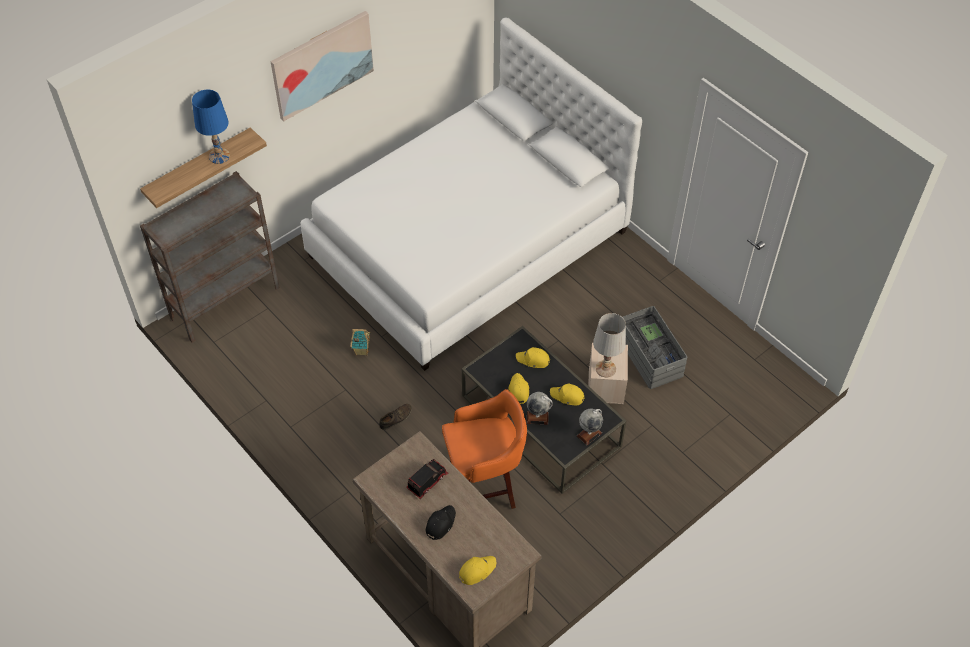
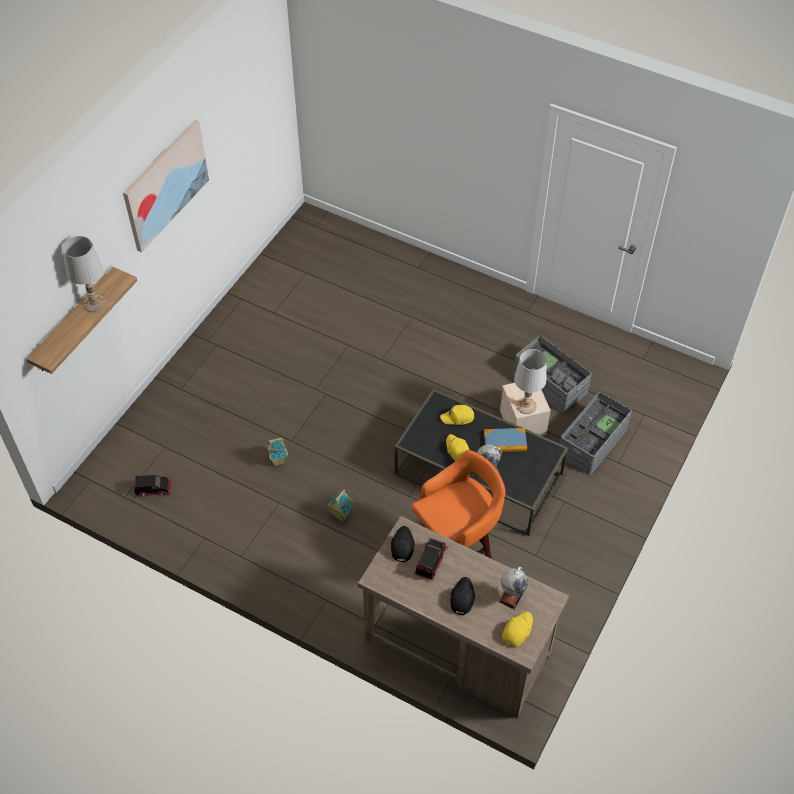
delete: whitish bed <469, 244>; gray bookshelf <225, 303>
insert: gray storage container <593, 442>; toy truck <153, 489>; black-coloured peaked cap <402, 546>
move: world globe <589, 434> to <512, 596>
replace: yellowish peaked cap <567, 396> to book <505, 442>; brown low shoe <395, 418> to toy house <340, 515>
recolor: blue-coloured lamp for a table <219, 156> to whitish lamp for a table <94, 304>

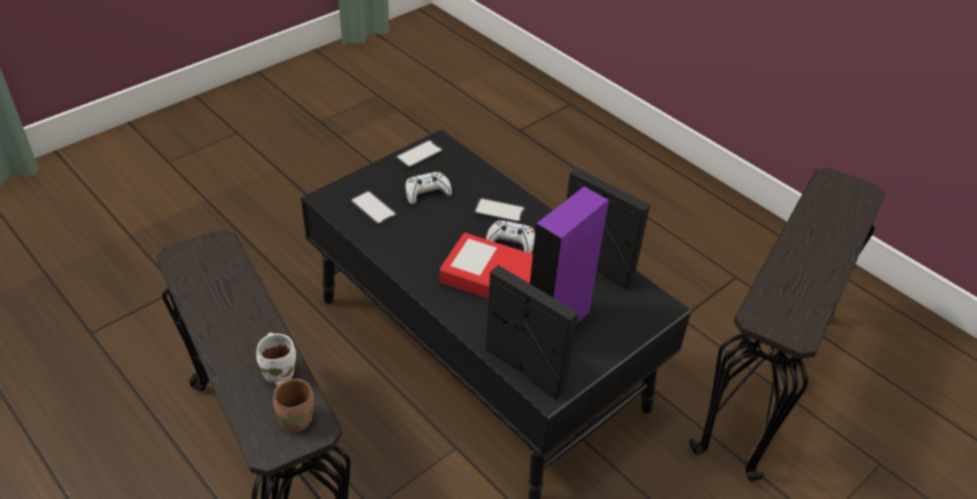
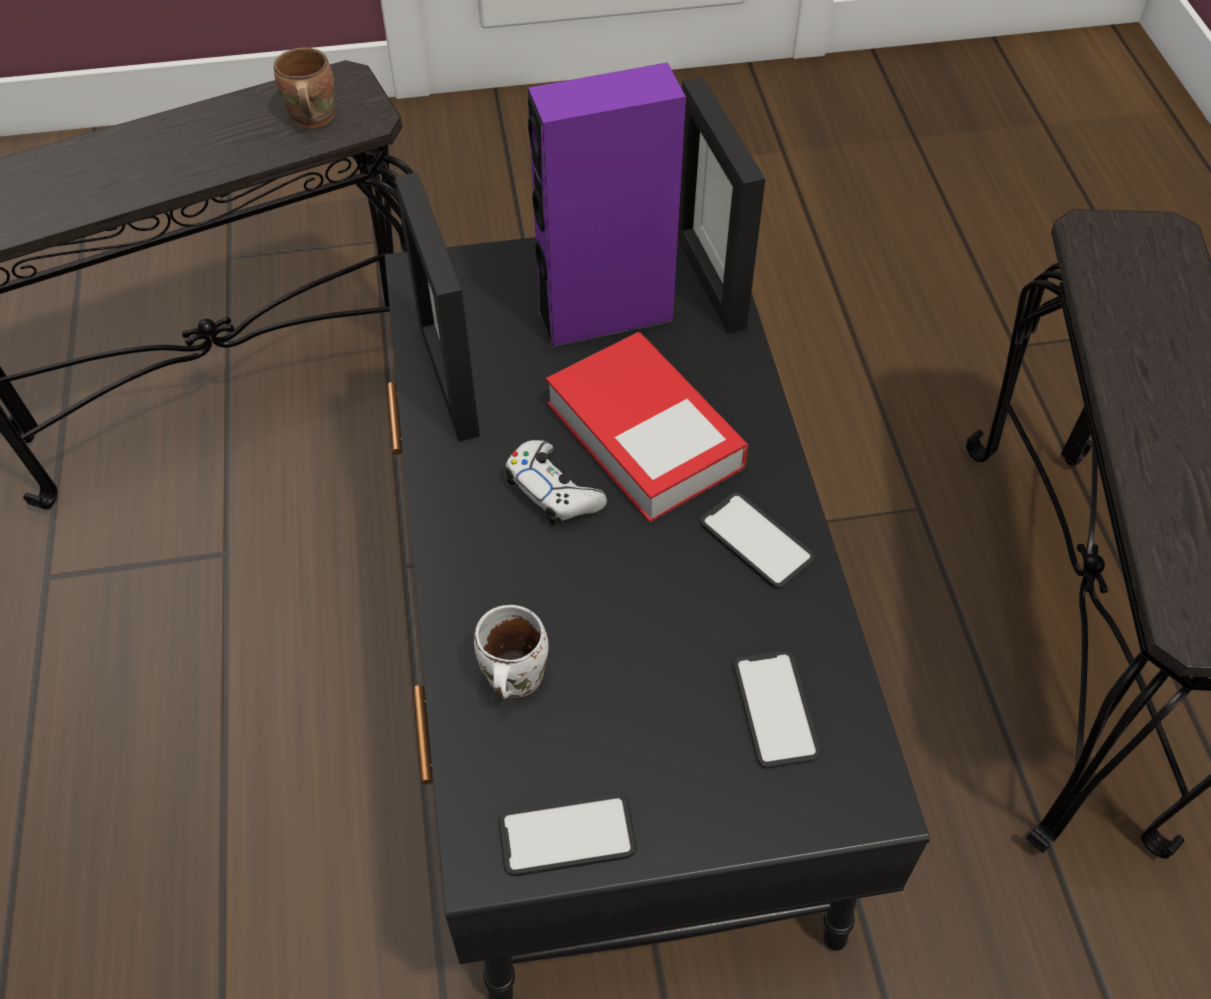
delete: whitish gamepad <427, 192>
move: phone <499, 211> to <756, 541>; whitish coffee mug <280, 371> to <510, 678>; brown coffee mug <296, 417> to <310, 119>

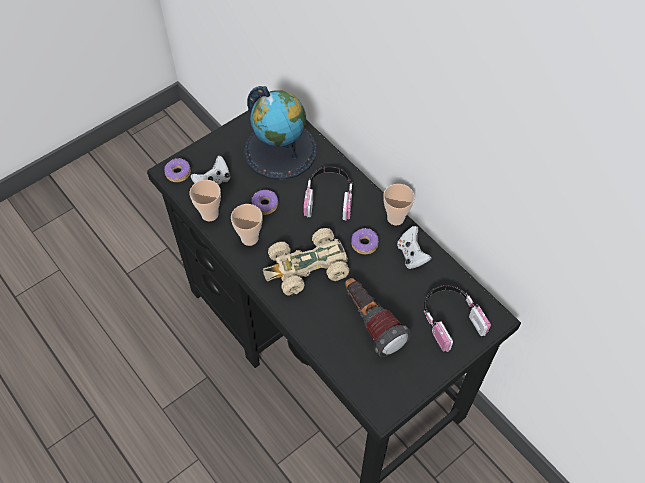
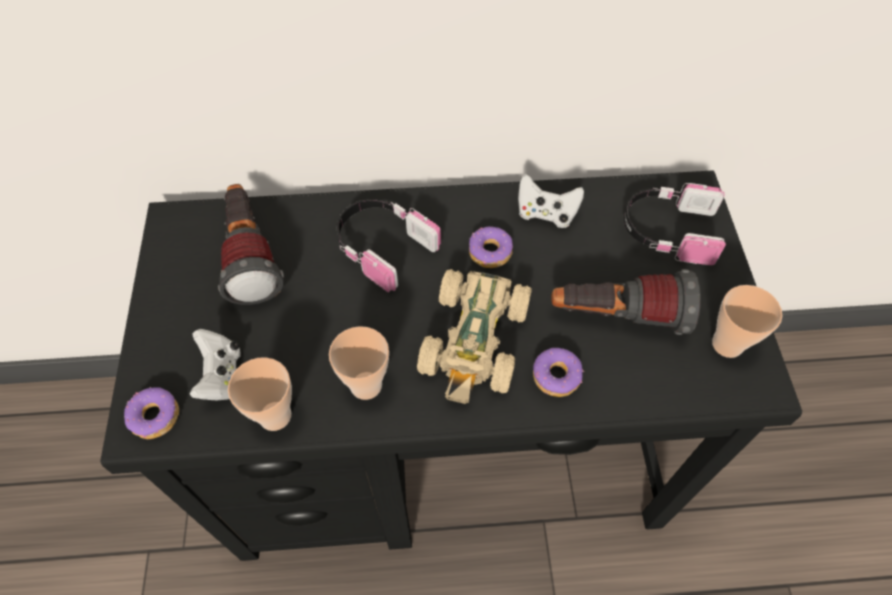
move: drinking cup <395, 218> to <727, 344>; donut <265, 205> to <556, 376>
replace: world globe <280, 150> to flashlight <251, 256>

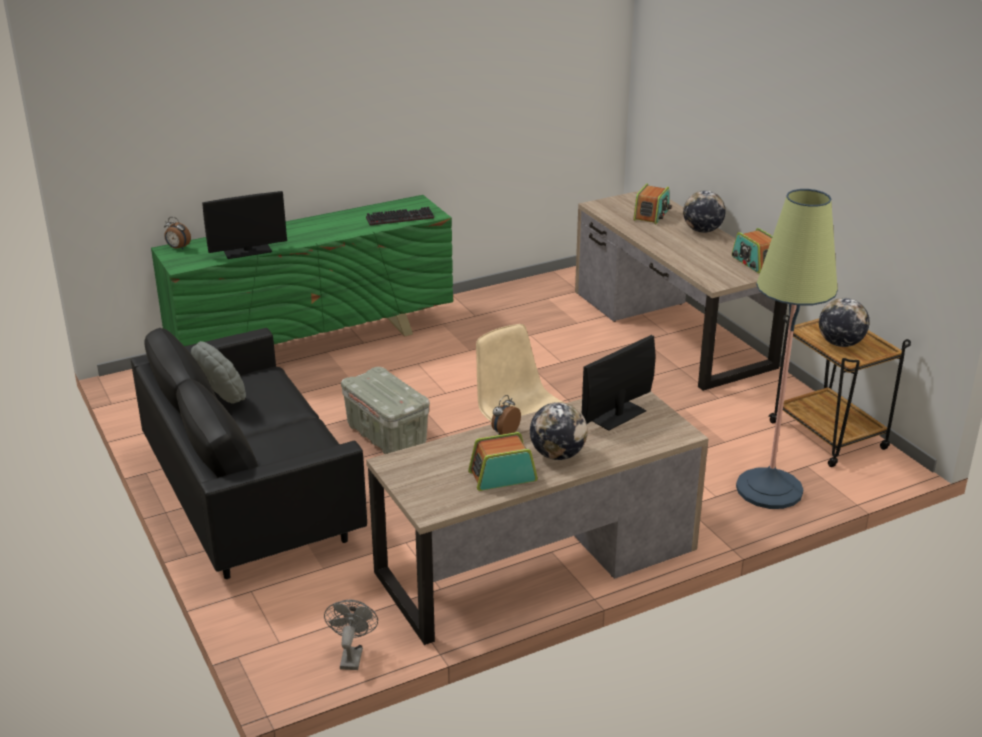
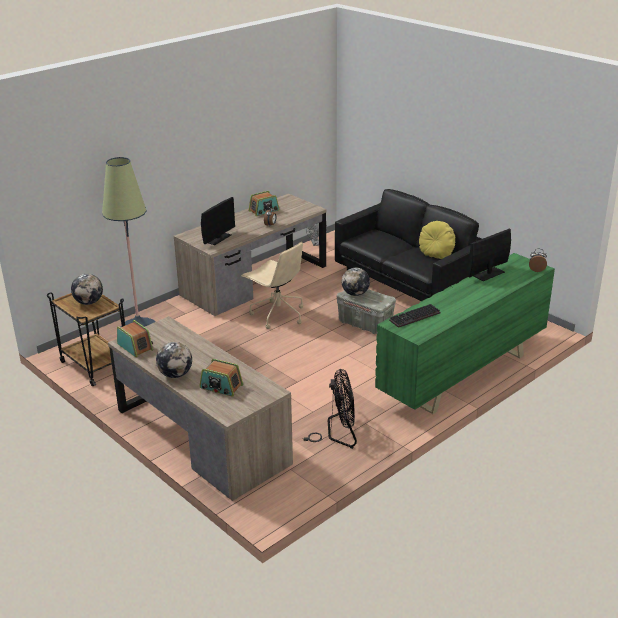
insert: black-coloured cooling fan <337, 430>
move: world globe <557, 455> to <355, 294>
recolor: gray pillow <221, 399> to yellowish pillow <436, 255>
rotate: radio receiver <651, 215> = <221, 387> 75 degrees counterclockwise

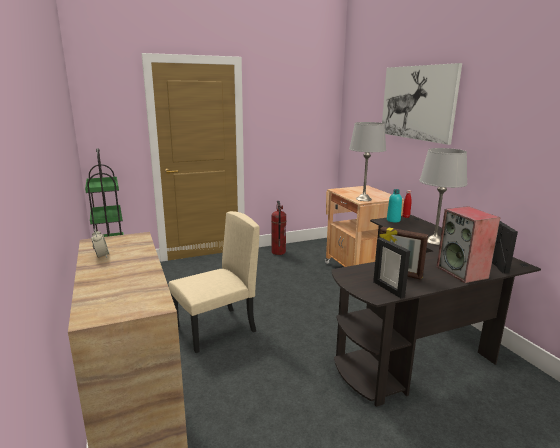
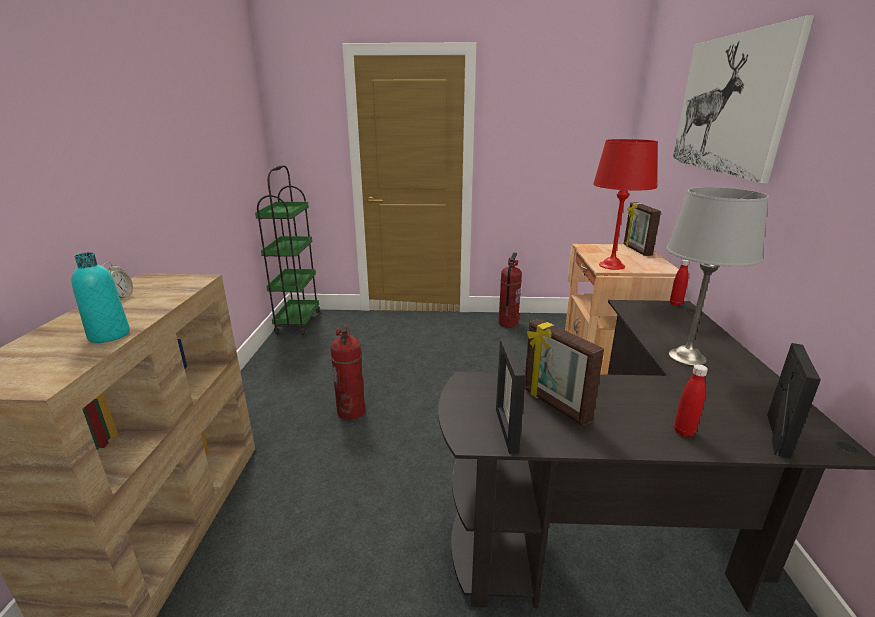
insert: picture frame <636, 250>
move: turquoise-coloured beverage bottle <393, 220> to <109, 335>
replace: speaker <463, 272> to red-coloured beverage bottle <684, 432>; beige plain chair <215, 329> to fire-fighting cylinder <351, 412>
recolor: gray lamp for a table <363, 199> to red-coloured lamp for a table <611, 265>

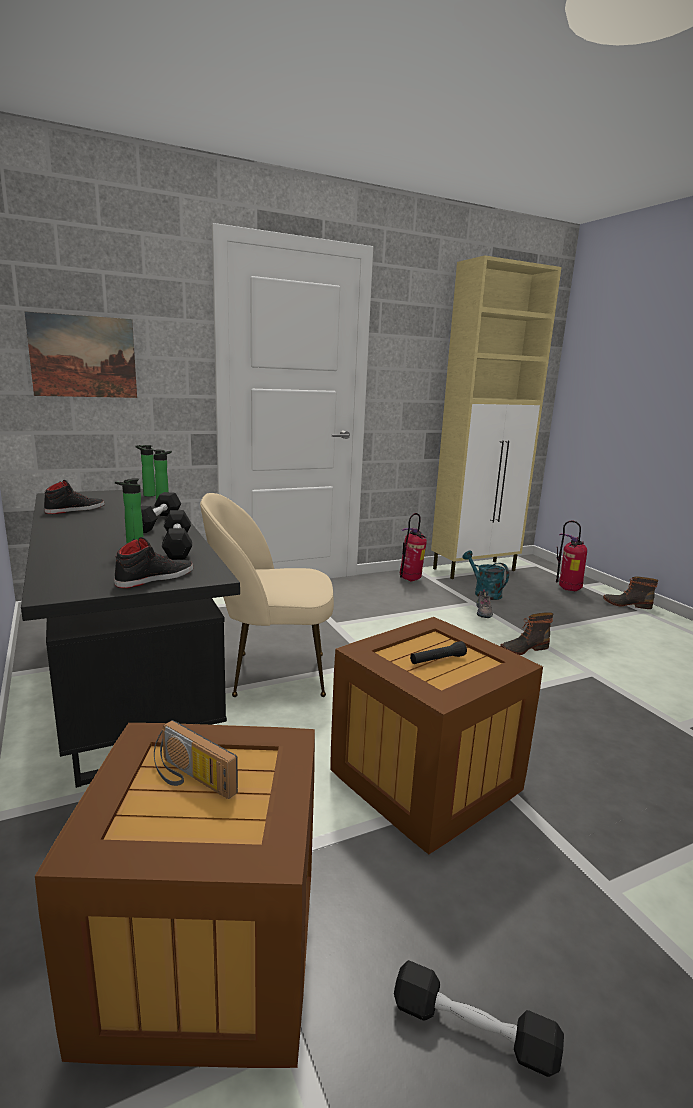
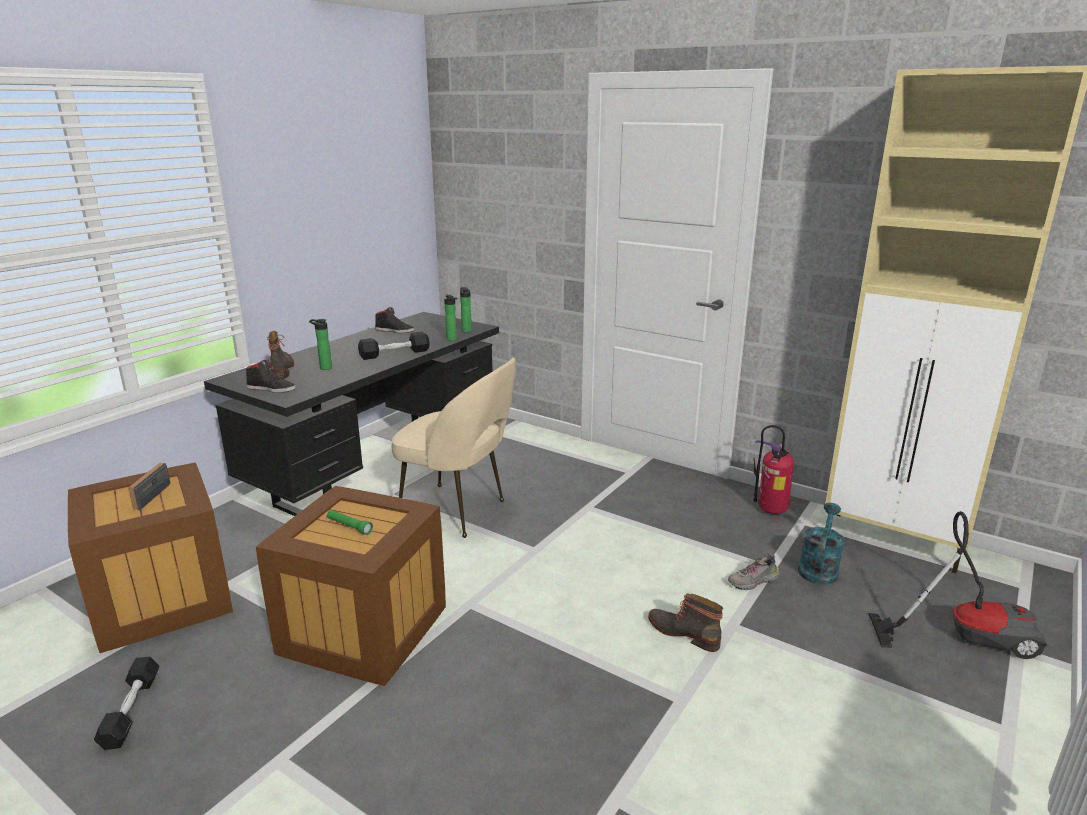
delete: picture <83, 356>; black-coloured dumbbell <177, 545>
move: boot <626, 604> to <282, 369>
replace: fire-fighting cylinder <567, 589> to hoover <965, 635>
recolor: black-coloured flashlight <437, 660> to greenish flashlight <349, 527>
rotate: beige plain chair <269, 674> = <459, 512> 150 degrees clockwise

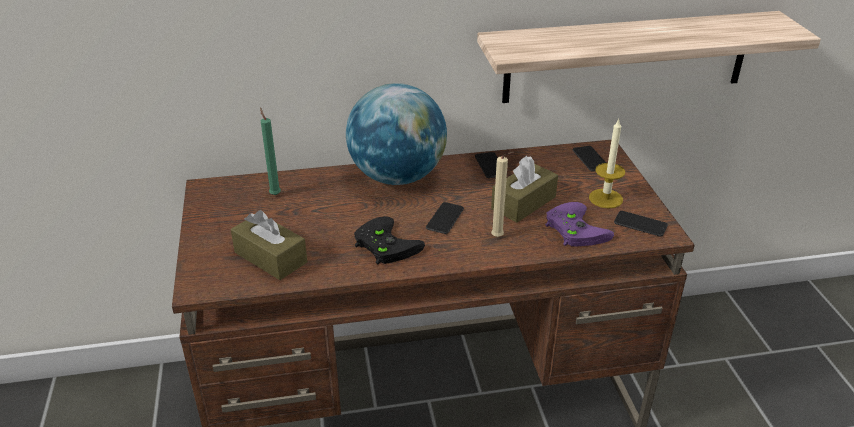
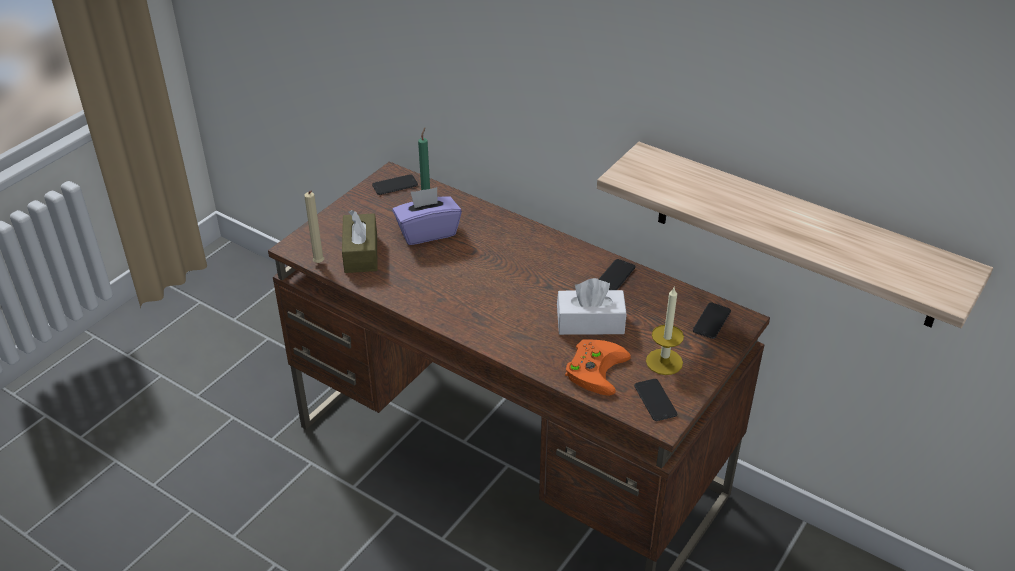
delete: world globe <397, 176>; black-coloured gamepad <383, 244>
insert: purple tissue holder <427, 232>
move: beige wax light <499, 237> to <319, 264>; phone <445, 218> to <395, 185>
recolor: brown tissue holder <523, 203> to whitish tissue holder <590, 323>; purple gamepad <573, 228> to orange gamepad <594, 367>

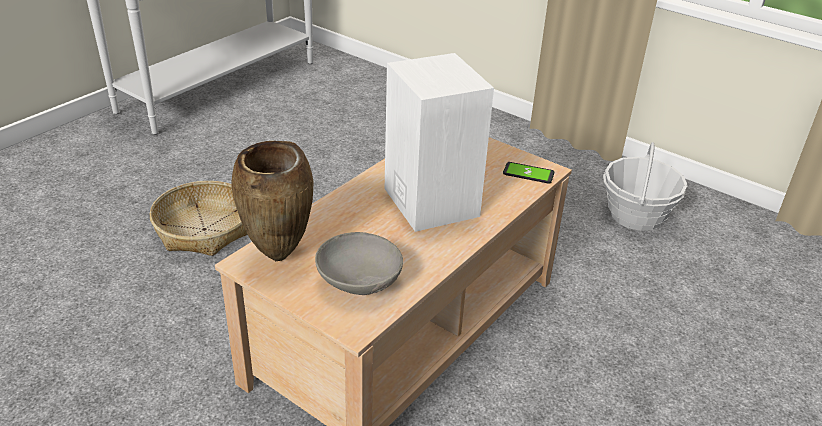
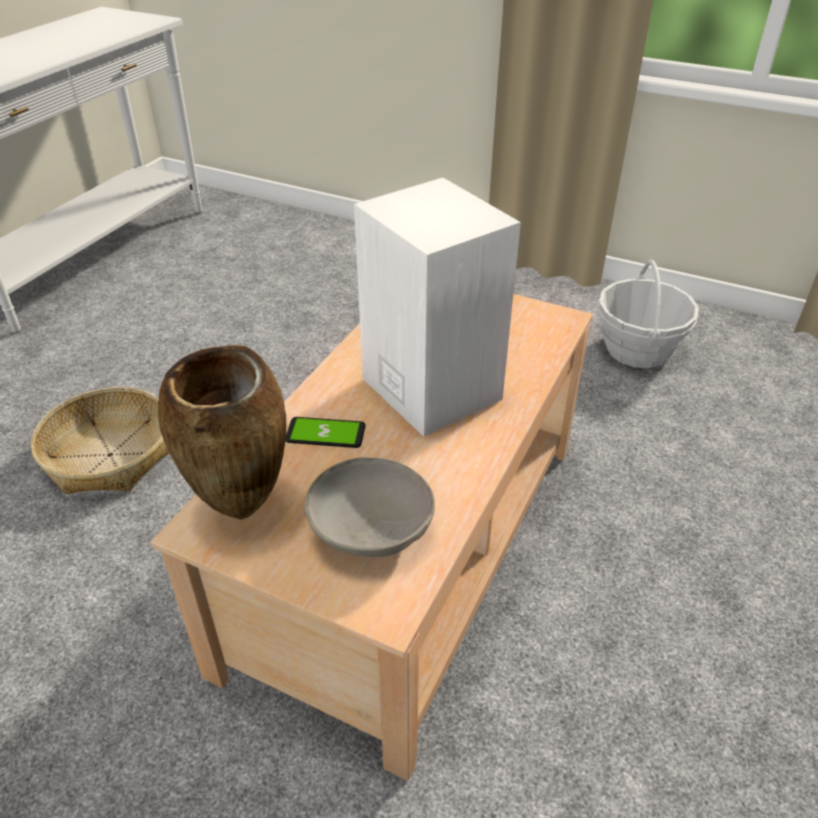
move: phone <528, 173> to <325, 433>

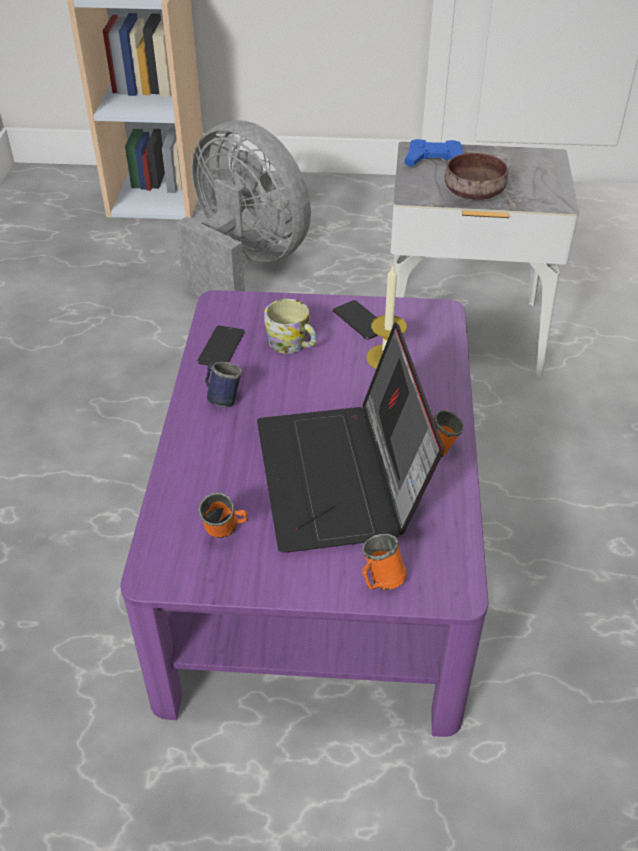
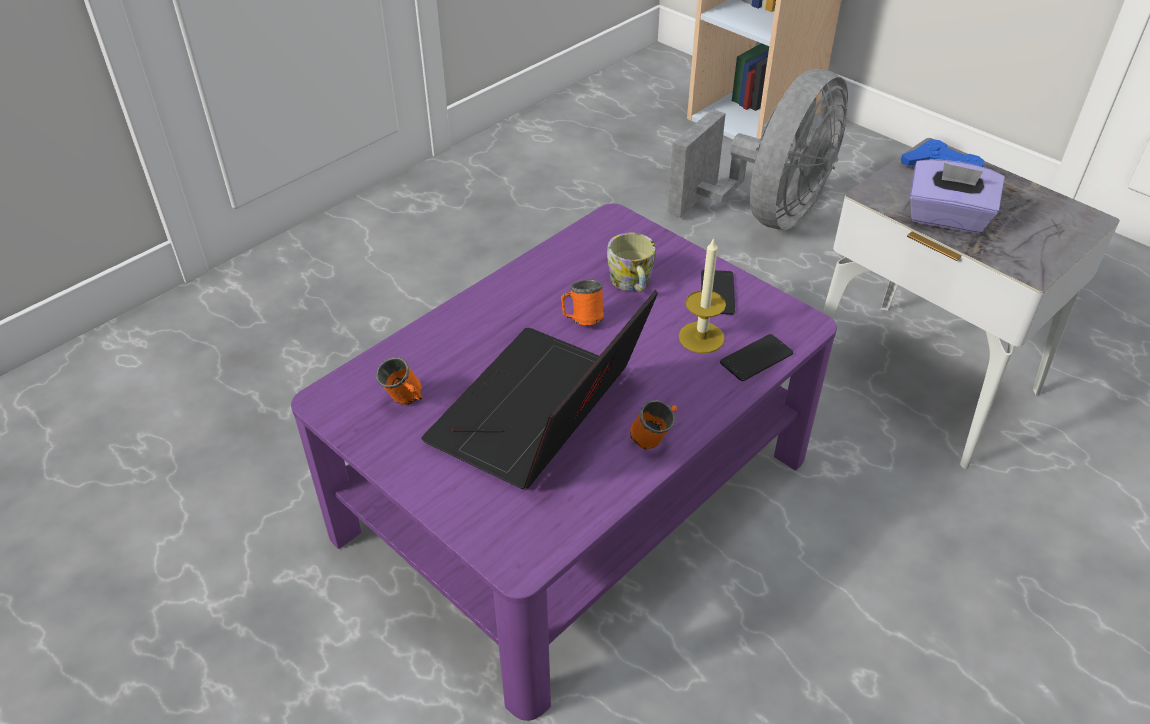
delete: blue-coloured coffee mug <222, 398>
move: phone <221, 347> to <756, 358>; orange coffee mug <379, 581> to <582, 319>
replace: brown deep dish <474, 192> to purple tissue holder <946, 218>
rotate: gray cooling fan <244, 265> = <766, 213> 45 degrees clockwise

